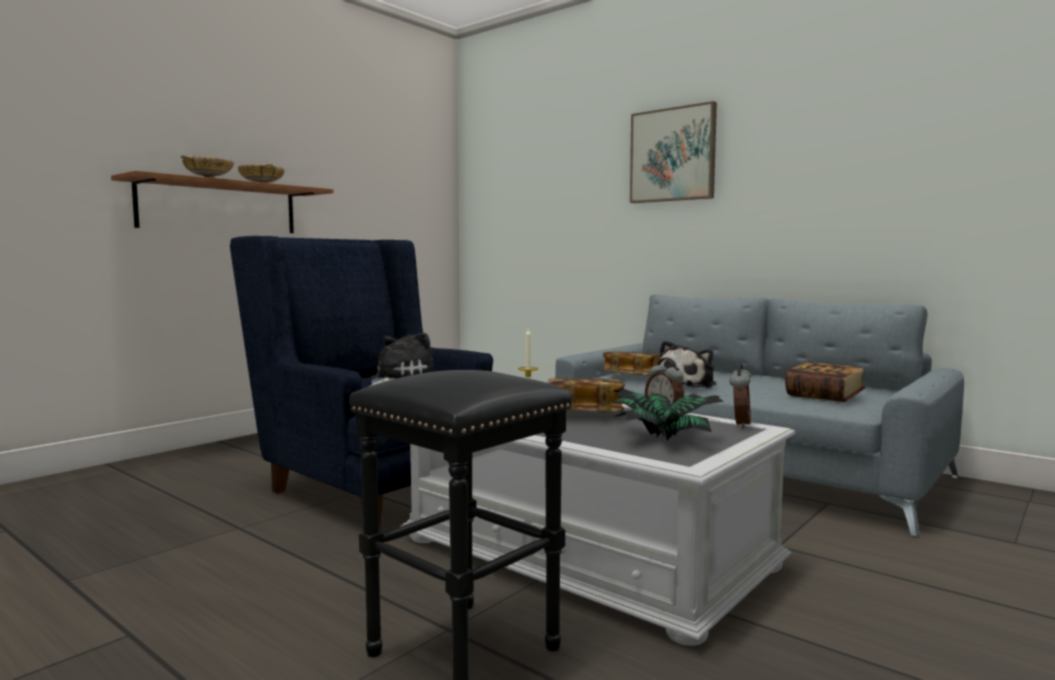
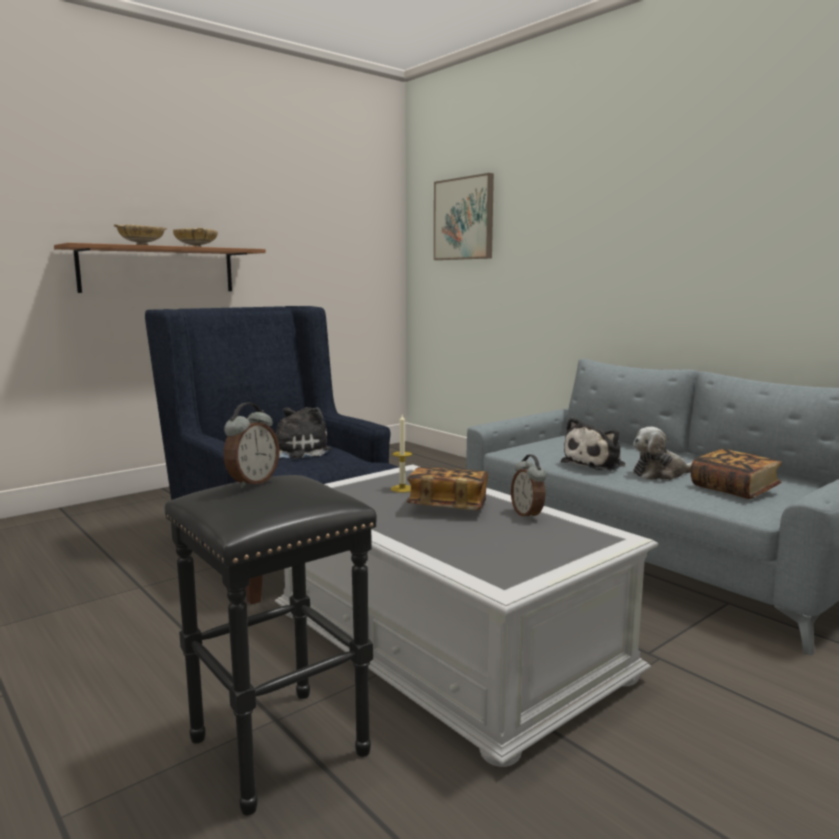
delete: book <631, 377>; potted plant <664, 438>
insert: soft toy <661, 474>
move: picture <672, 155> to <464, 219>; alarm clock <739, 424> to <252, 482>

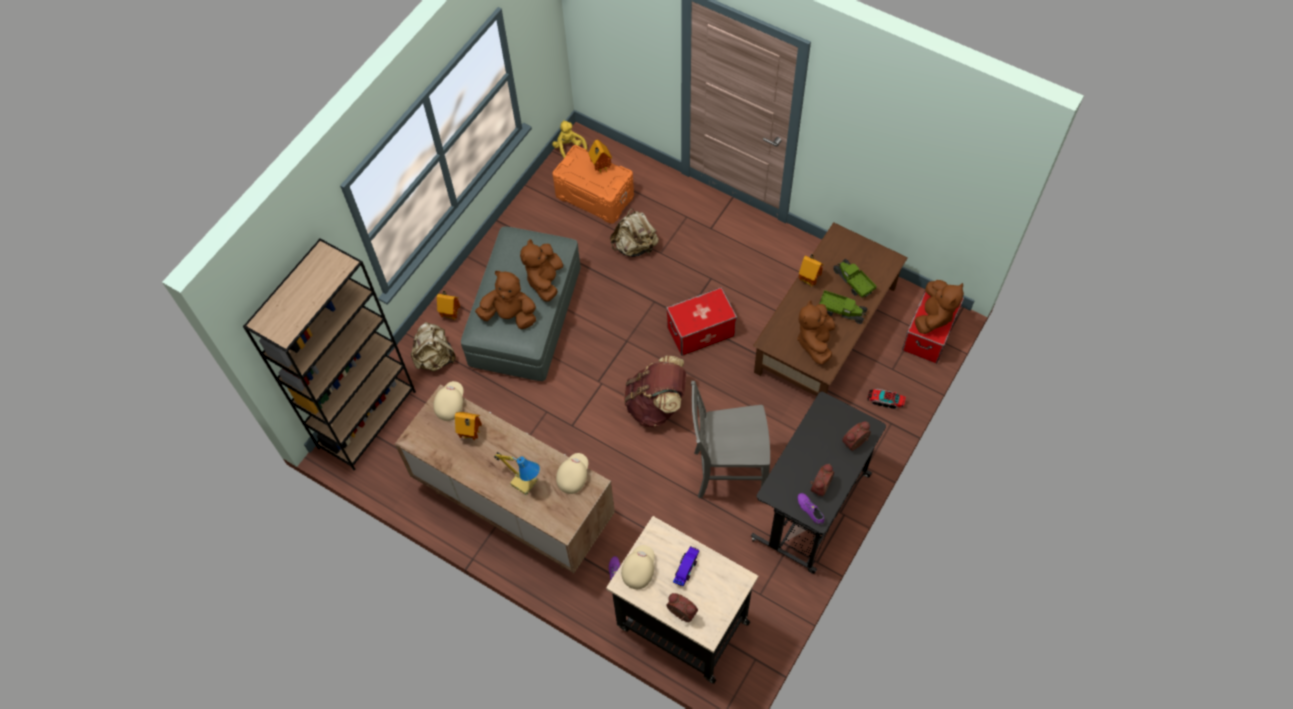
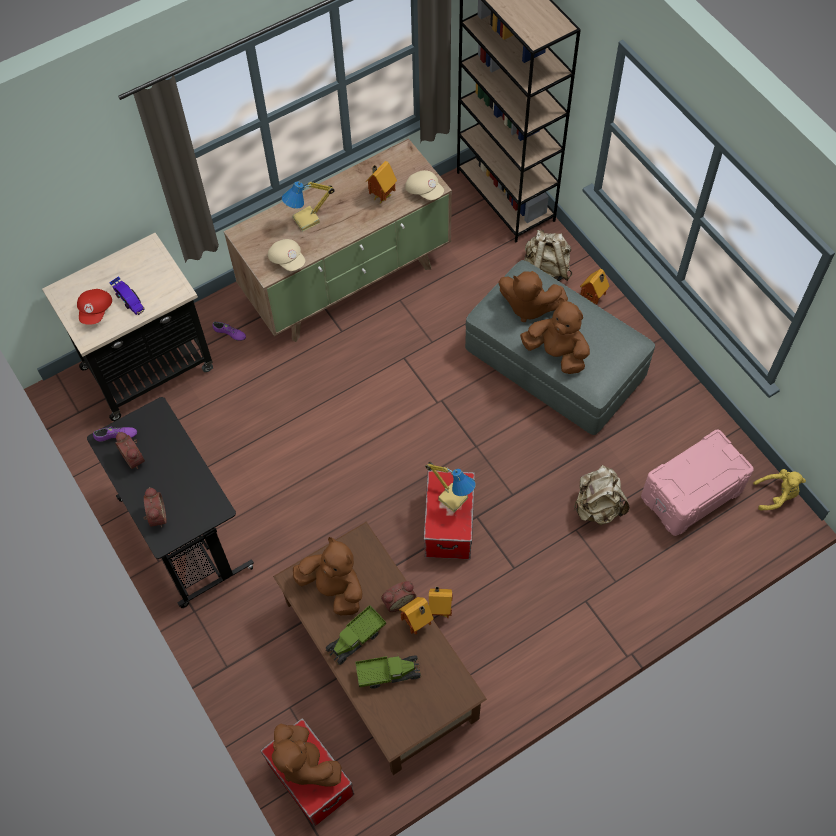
delete: brown backpack <656, 405>; gray plain chair <727, 472>; toy truck <885, 400>; beige peaked cap <638, 569>
insert: red-coloured peaked cap <96, 311>; lamp for a table <453, 497>
move: toy house <600, 168> to <440, 609>; alarm clock <681, 613> to <398, 600>
recolor: orange storage container <594, 197> to pink storage container <690, 493>
rotate: brown soft toy <510, 315> = <528, 306> 75 degrees clockwise

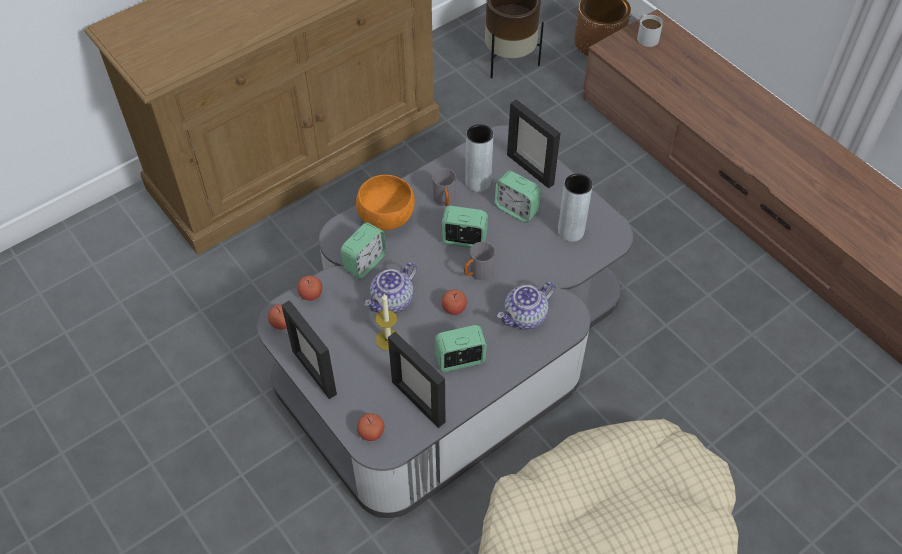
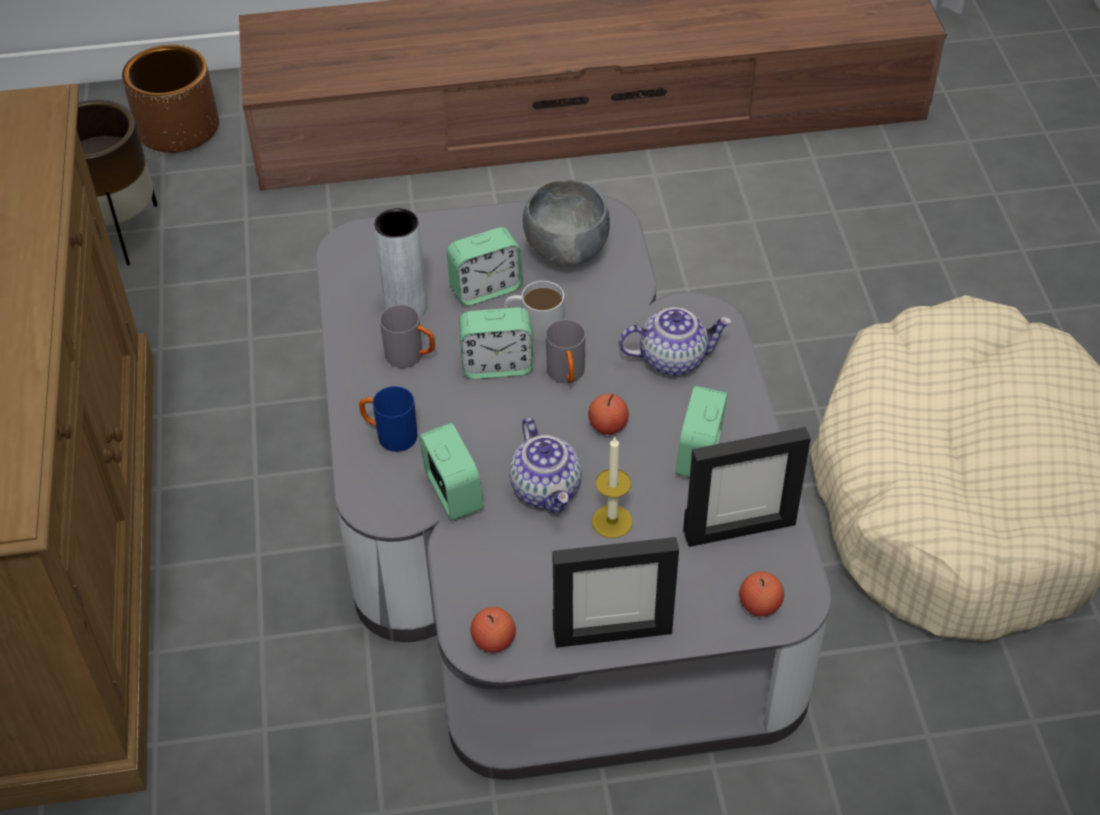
delete: picture frame <531, 169>; apple fruit <311, 294>
move: whitish coffee mug <646, 36> to <534, 324>
replace: gray decorative vase <571, 231> to gray deep dish <566, 253>; orange deep dish <386, 218> to blue-coloured coffee mug <389, 435>
rotate: alarm clock <464, 240> = <497, 365> 135 degrees counterclockwise; teapot <525, 317> = <673, 358> 90 degrees counterclockwise

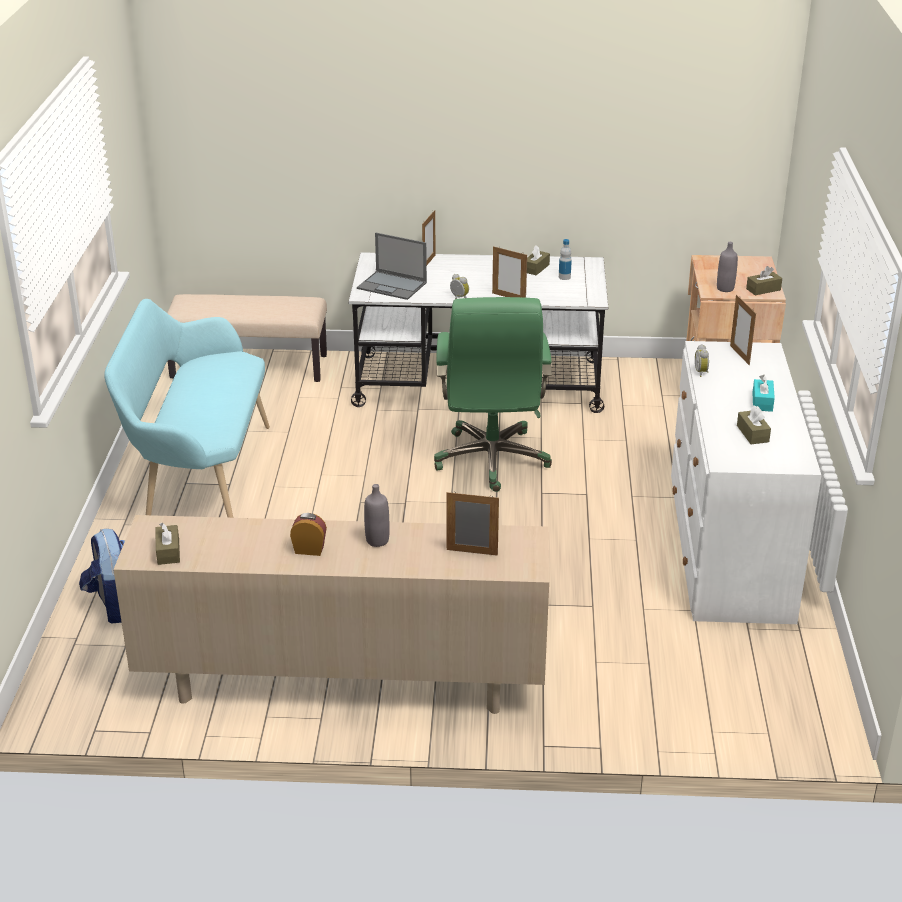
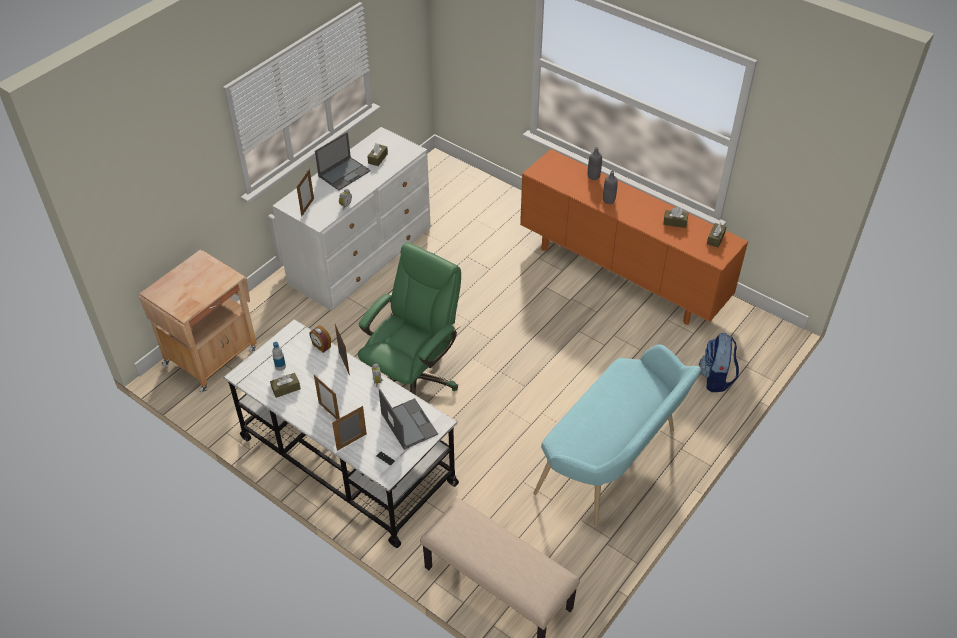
move: gray beverage bottle <725, 288> to <593, 176>; brown tissue holder <763, 289> to <675, 222>; picture frame <472, 552> to <329, 412>; alarm clock <309, 549> to <321, 346>
replace: turquoise-coloured tissue holder <762, 402> to notebook computer <344, 173>
recolor: beige storage cabinet <341, 684> to orange storage cabinet <622, 274>

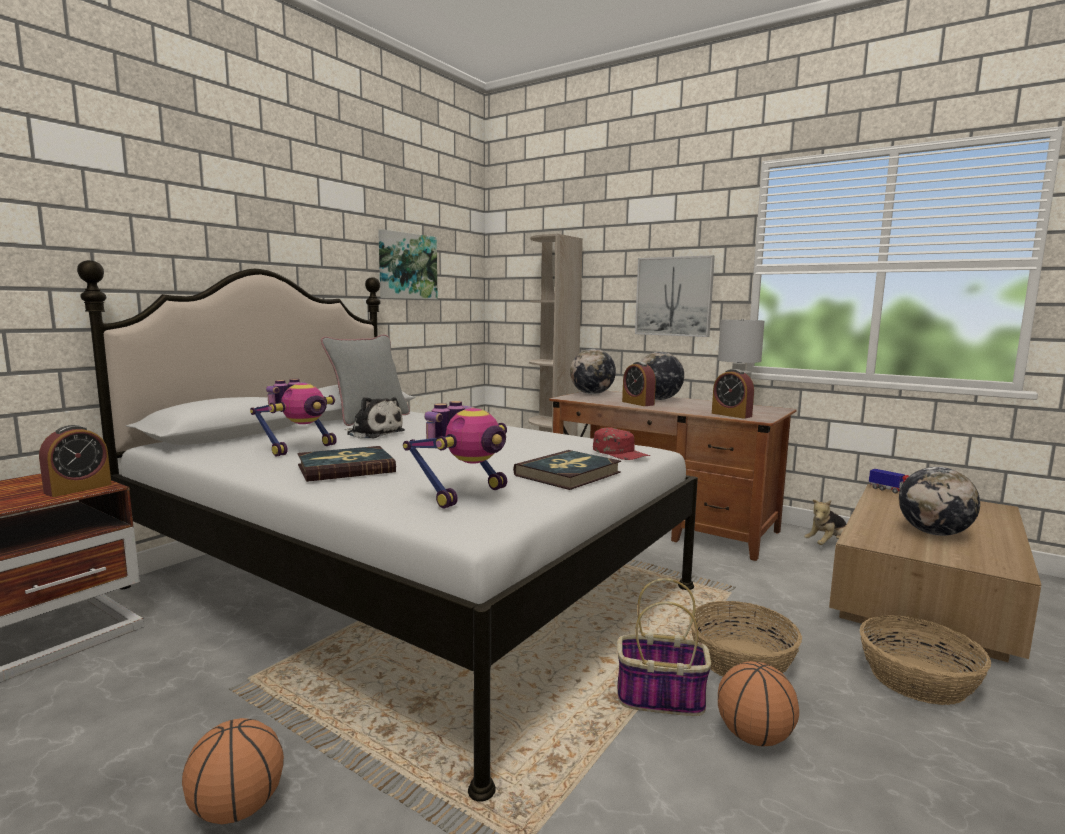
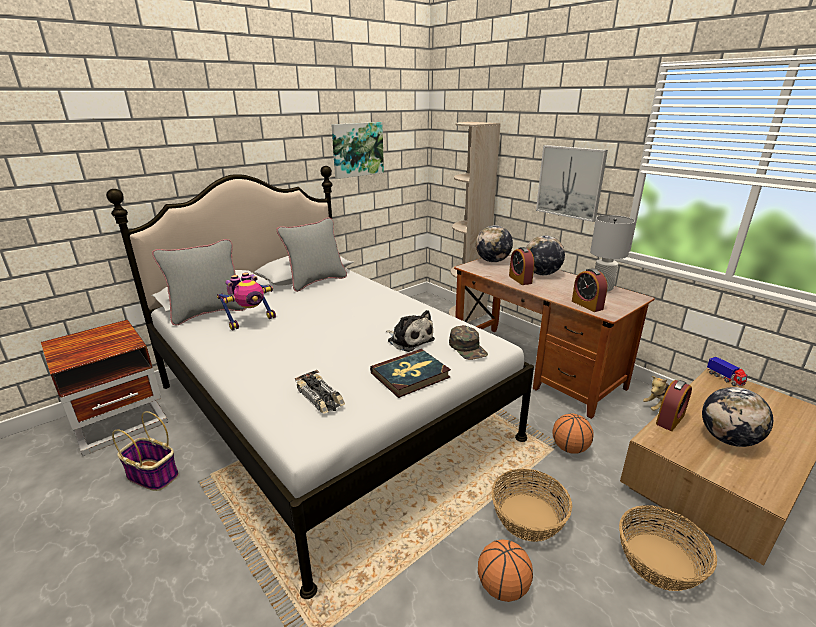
delete: book <345, 468>
insert: gray pillow <208, 313>
move: soft toy <373, 433> to <409, 340>; alarm clock <78, 488> to <670, 419>; storage basket <659, 698> to <152, 475>; basketball ball <237, 809> to <570, 448>
replace: robot figure <464, 494> to model car <320, 397>
recolor: red-coloured peaked cap <620, 453> to greenish peaked cap <468, 348>

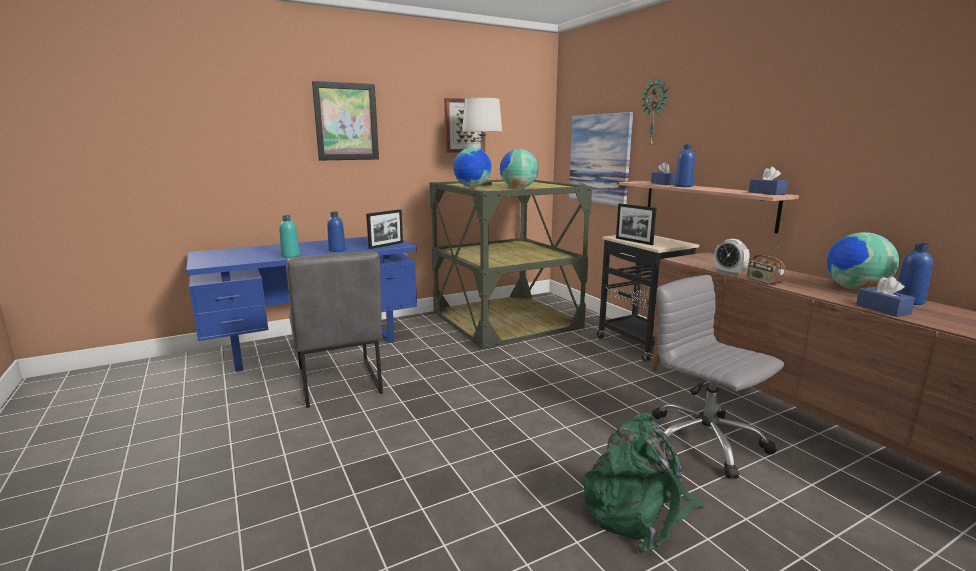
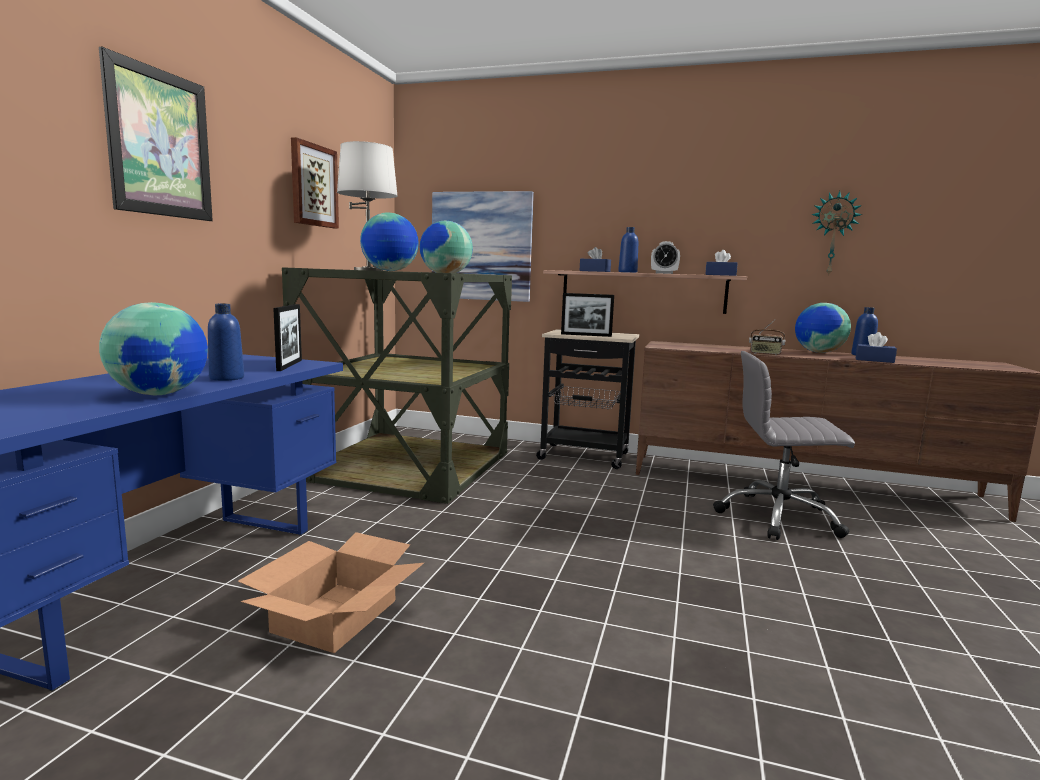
delete: greenish backpack <638, 510>
move: clock on the wall <655, 113> to <833, 234>; alarm clock <729, 273> to <664, 273>
replace: turquoise-coloured beverage bottle <290, 256> to world globe <160, 394>; gray plain chair <339, 383> to packing box <335, 616>

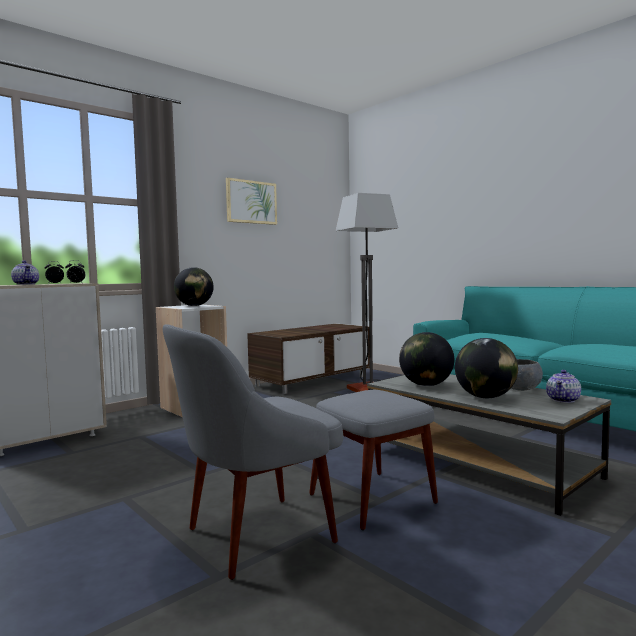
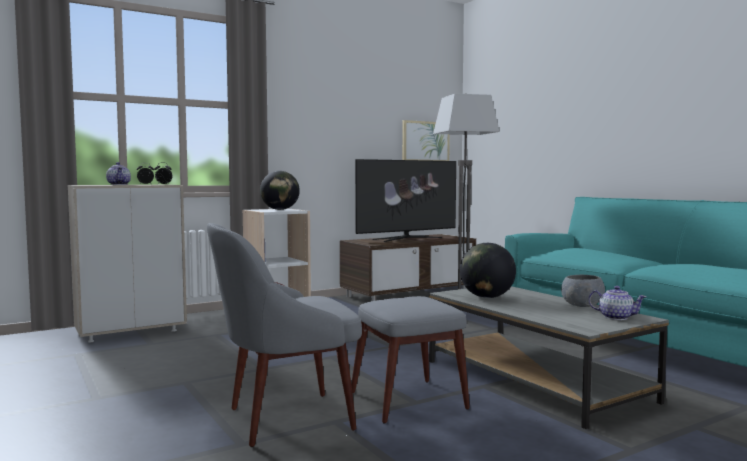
delete: world globe <485, 397>
insert: television <406, 238>
move: picture <251, 202> to <425, 141>
rotate: teapot <563, 400> = <615, 317> 105 degrees counterclockwise

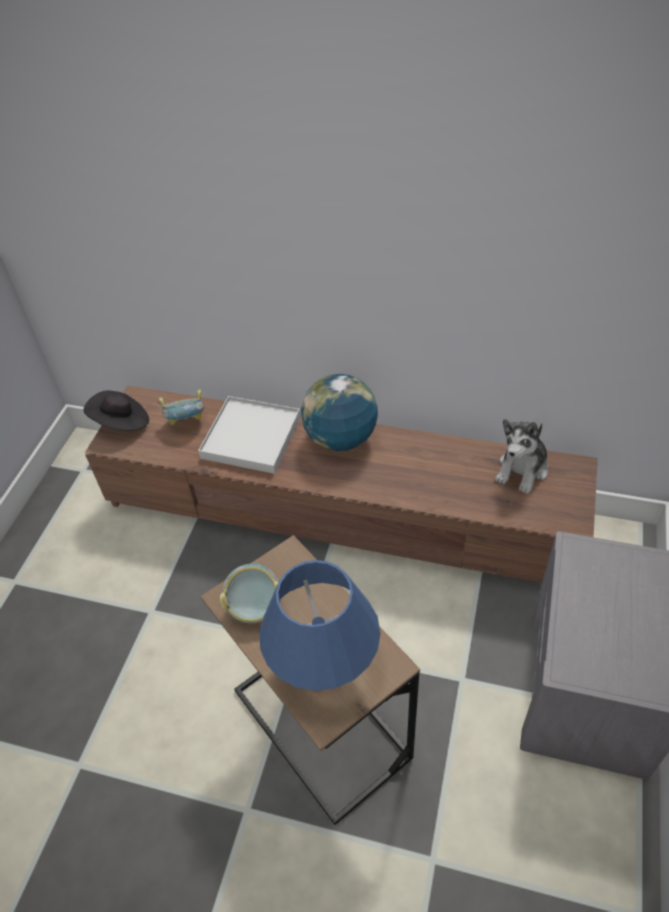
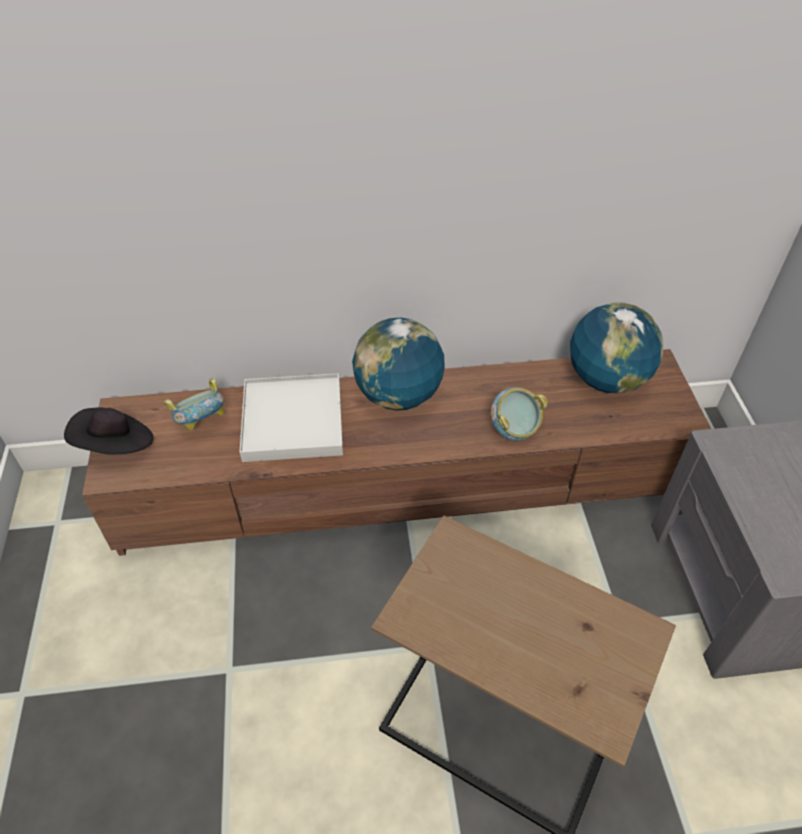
delete: blue-coloured lamp for a table <324, 667>
move: deep dish <254, 608> to <514, 431>
replace: soft toy <522, 469> to world globe <606, 379>

